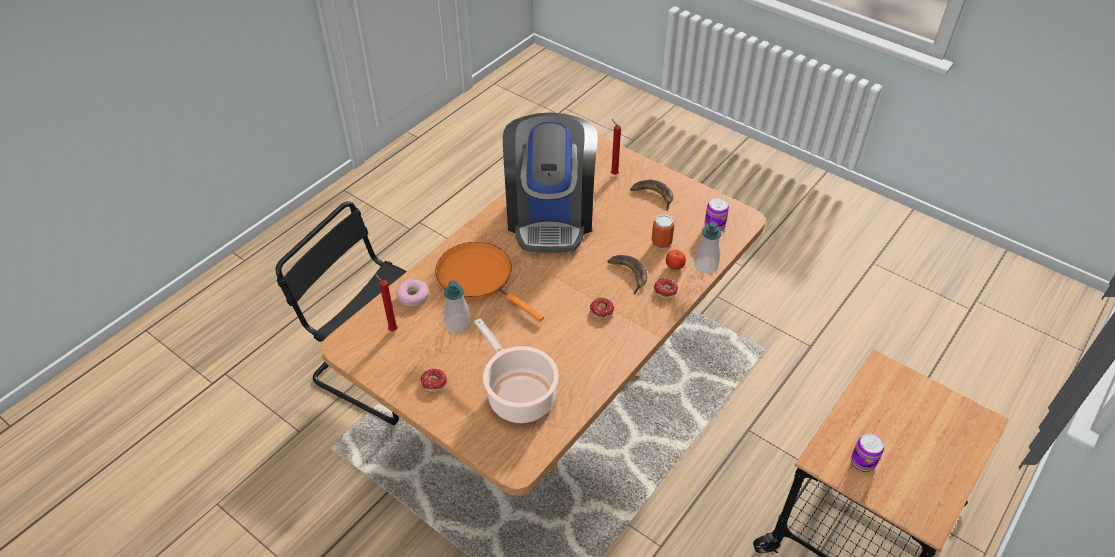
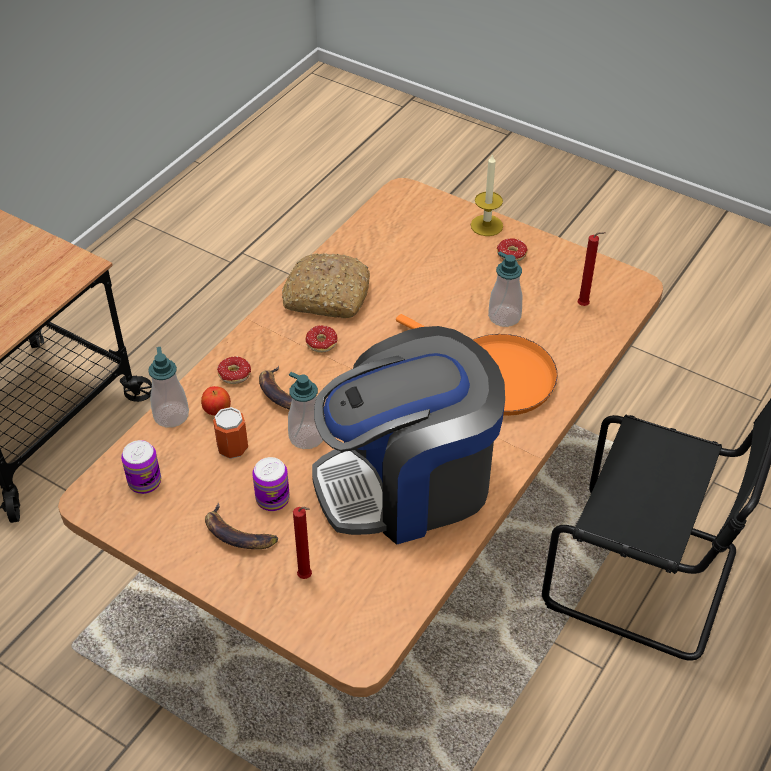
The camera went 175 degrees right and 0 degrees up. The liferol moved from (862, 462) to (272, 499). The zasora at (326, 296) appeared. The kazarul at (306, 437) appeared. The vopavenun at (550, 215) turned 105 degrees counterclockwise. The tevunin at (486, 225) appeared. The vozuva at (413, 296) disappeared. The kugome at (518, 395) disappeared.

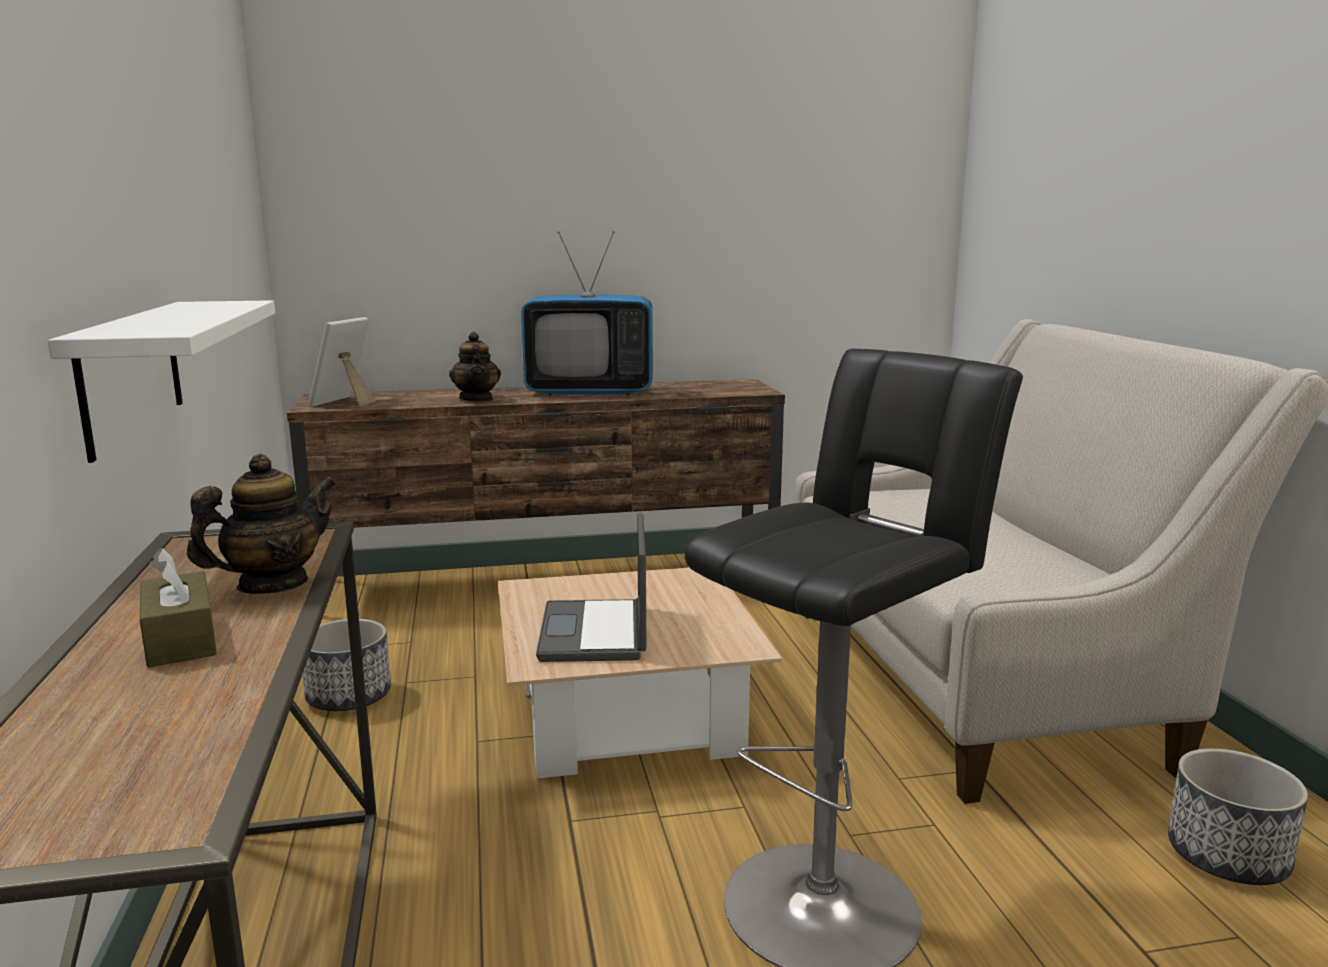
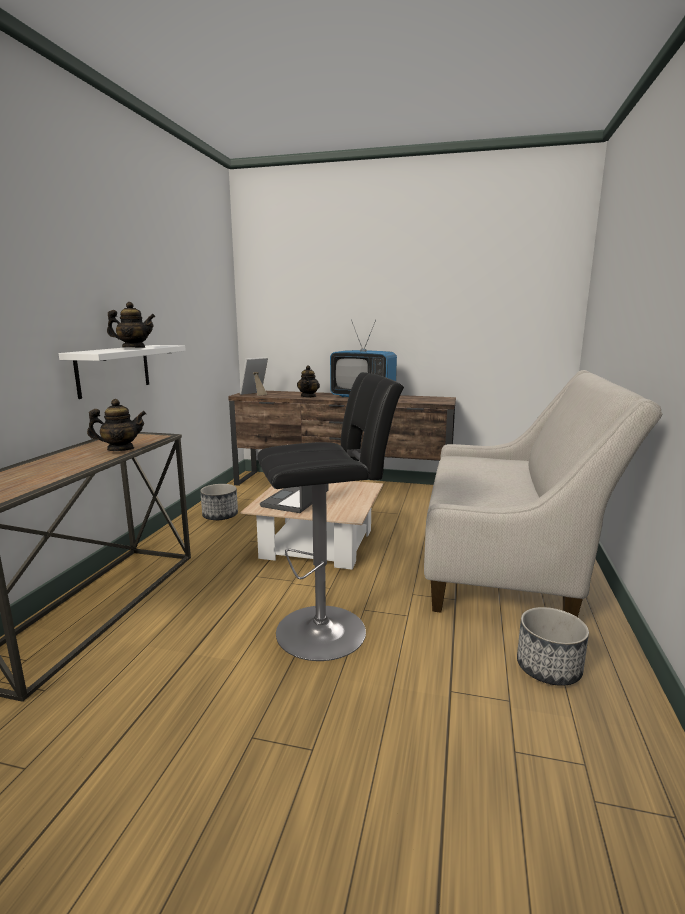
The camera went 25 degrees right and 0 degrees up. The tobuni at (134, 348) appeared. The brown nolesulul at (180, 639) disappeared.

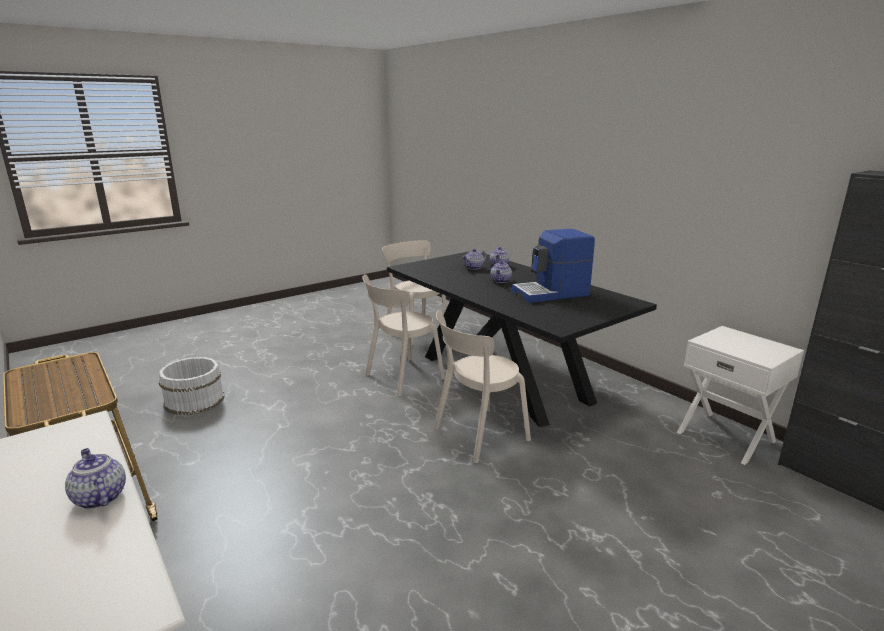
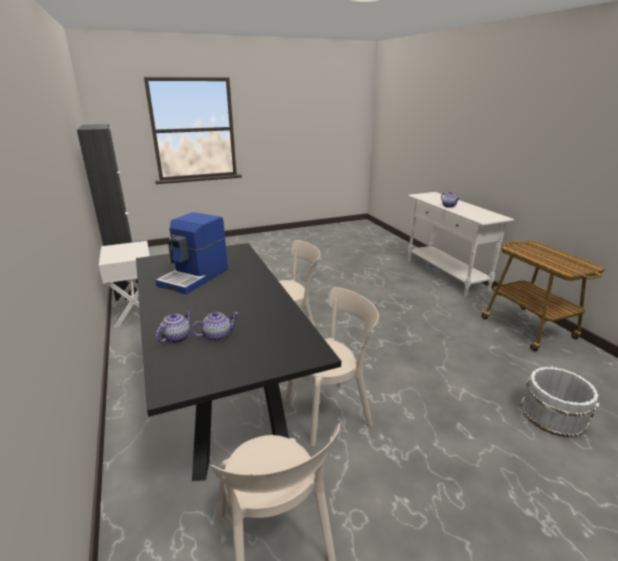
The camera went 165 degrees left and 5 degrees up. The vopavenun at (551, 293) turned 120 degrees clockwise. The tobuni at (501, 281) disappeared.

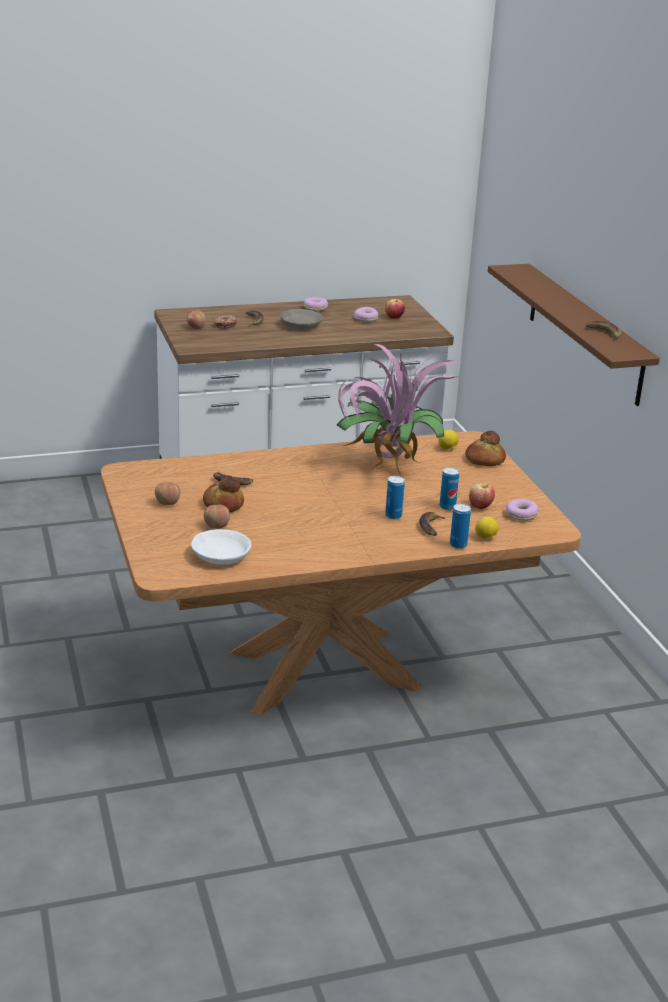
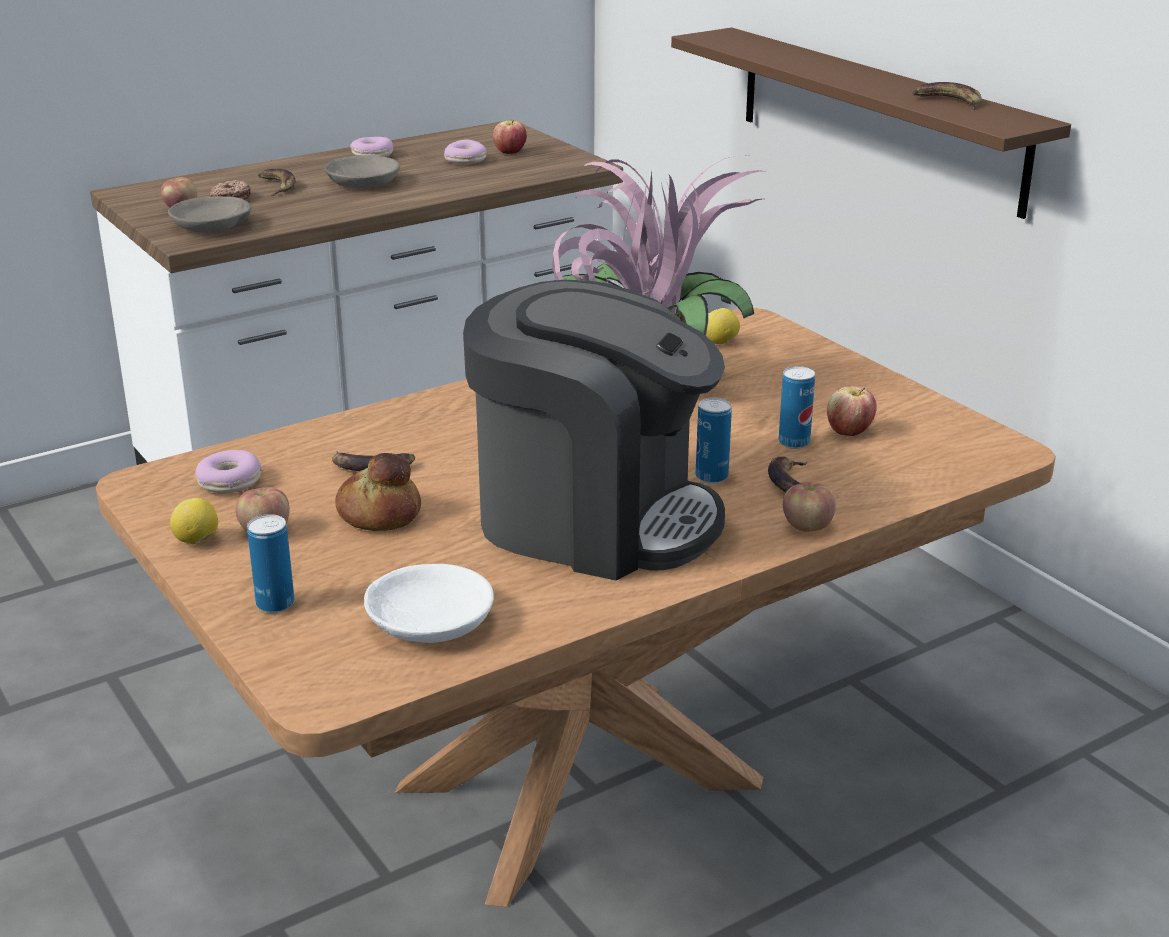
The camera went 15 degrees left and 0 degrees up. The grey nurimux at (213, 226) appeared. The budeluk moved from (485, 538) to (197, 541). The vozuva moved from (521, 515) to (229, 482). The liferol moved from (458, 545) to (275, 604). The vopavenun at (593, 518) appeared. The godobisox moved from (216, 526) to (807, 526). The zasora at (484, 460) disappeared.

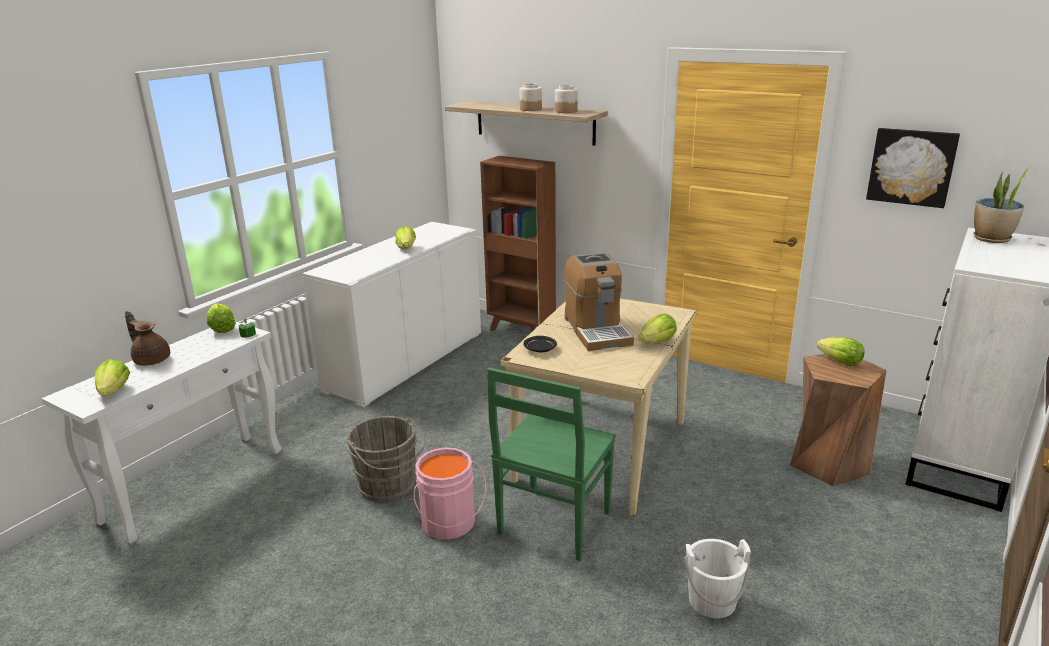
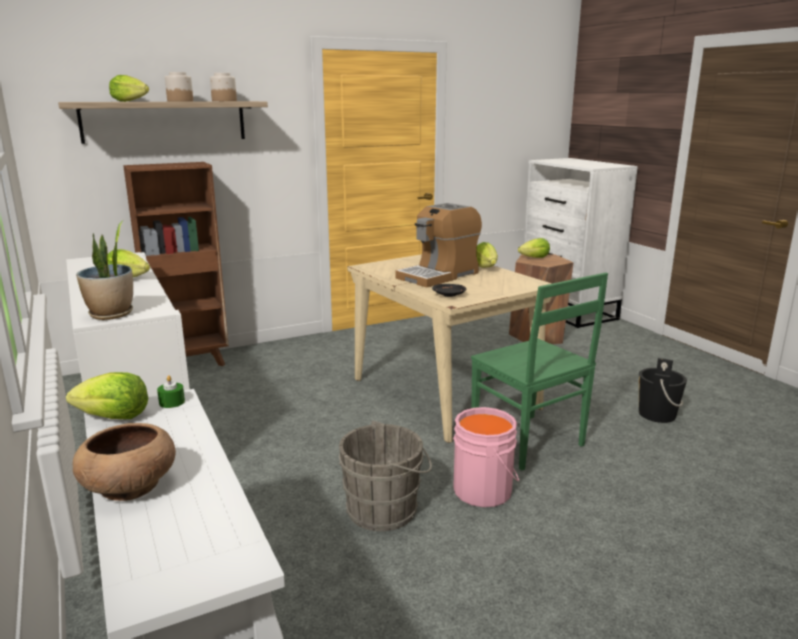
The camera went 60 degrees left and 5 degrees down. The brown tobuni at (151, 360) was replaced by the brown nurimux at (129, 486). The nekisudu moved from (991, 239) to (111, 314). The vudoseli moved from (114, 391) to (129, 101). The vopavenun at (597, 330) turned 120 degrees clockwise. The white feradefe at (712, 601) became the black feradefe at (657, 414). The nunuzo at (911, 167) disappeared.

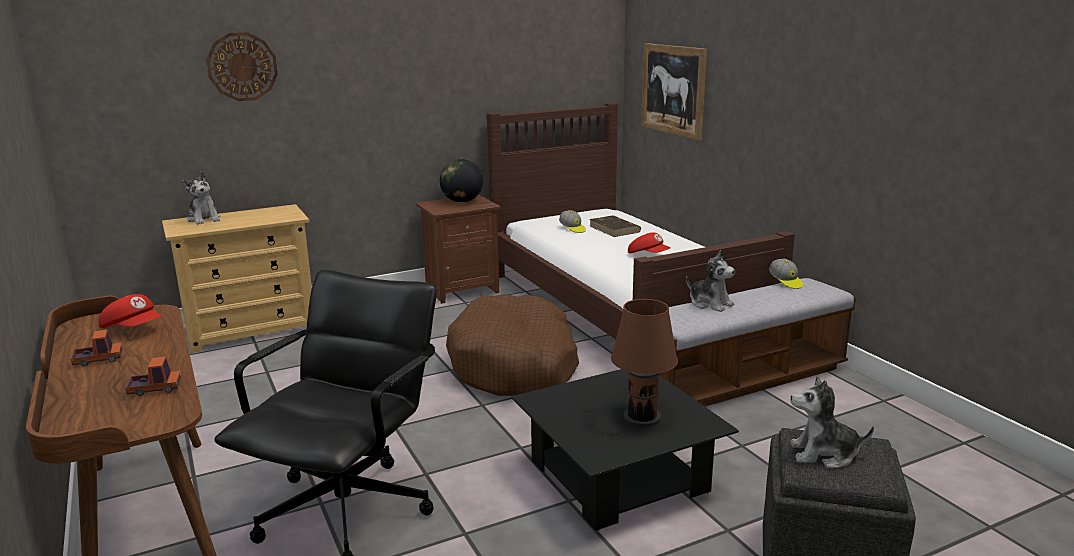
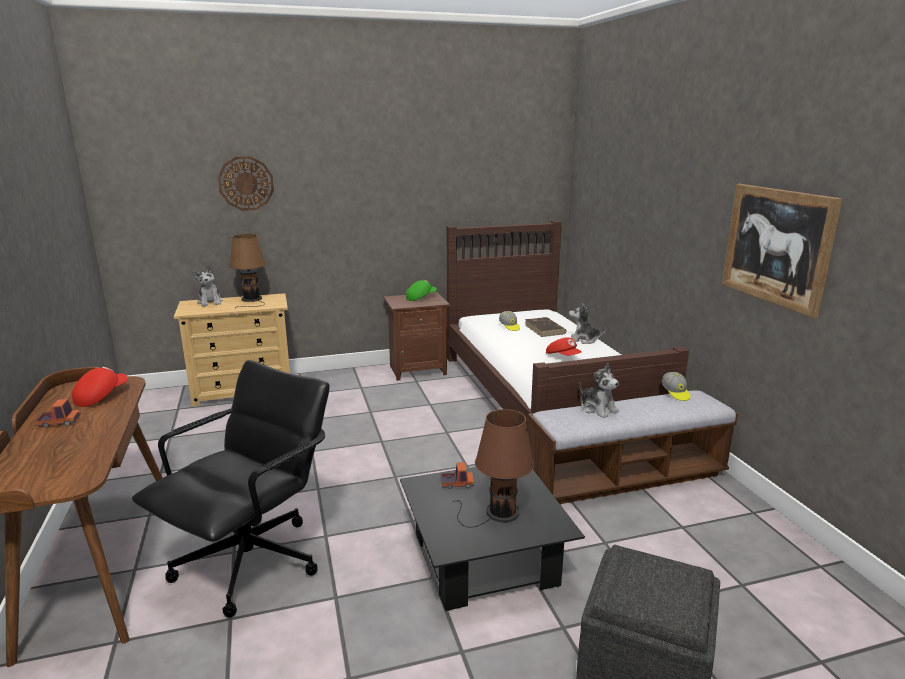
The camera went 10 degrees right and 0 degrees up. The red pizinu at (133, 329) turned 105 degrees counterclockwise. The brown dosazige at (251, 300) appeared. The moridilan at (462, 201) was replaced by the green pizinu at (420, 298). The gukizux moved from (155, 389) to (457, 484). The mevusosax moved from (824, 454) to (584, 340). The nunuzo moved from (673, 90) to (776, 246). The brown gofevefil at (514, 364) disappeared.

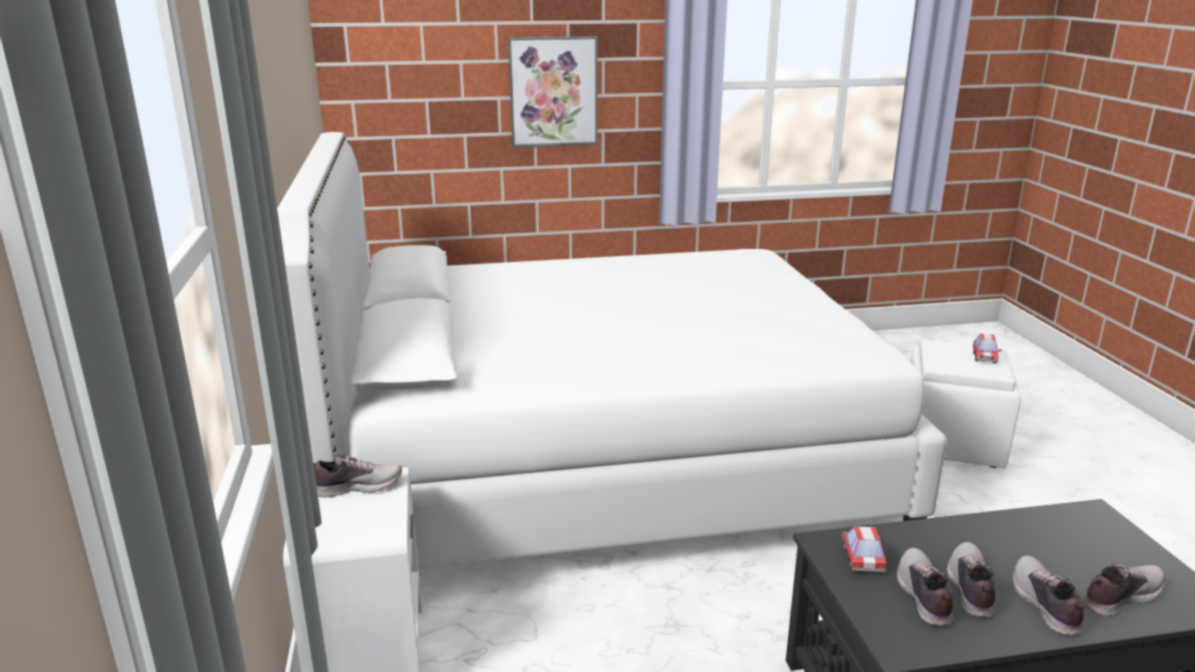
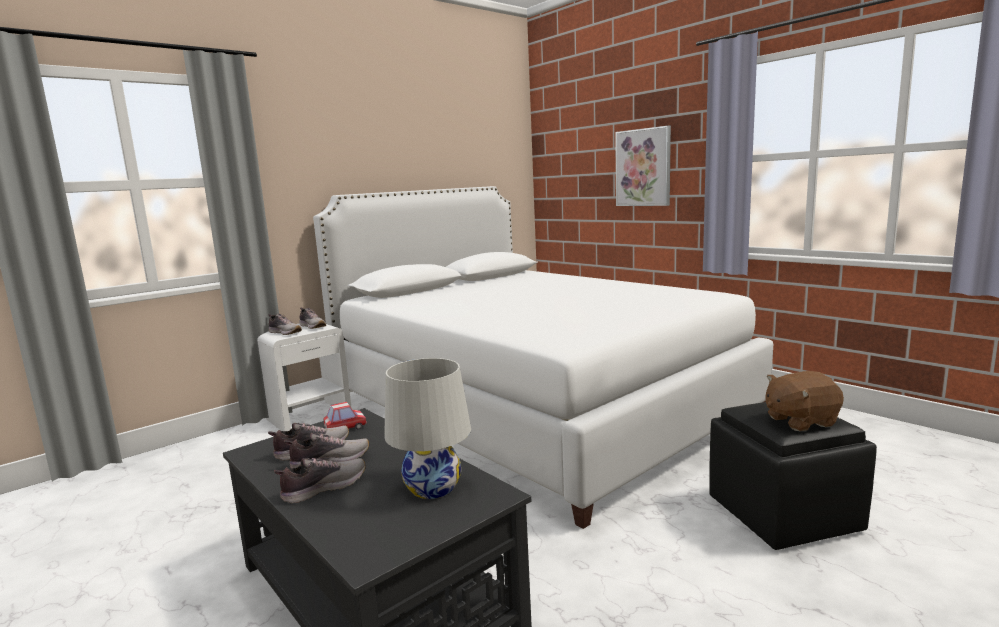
The camera went 60 degrees right and 10 degrees down. The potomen moved from (1119, 597) to (285, 332). The white dosazige at (433, 487) appeared. The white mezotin at (952, 442) became the black mezotin at (785, 515). The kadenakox at (984, 357) was replaced by the brown mevusosax at (800, 421).

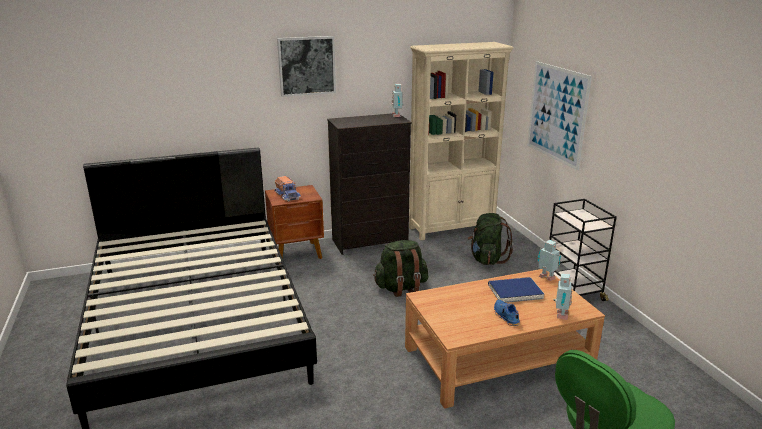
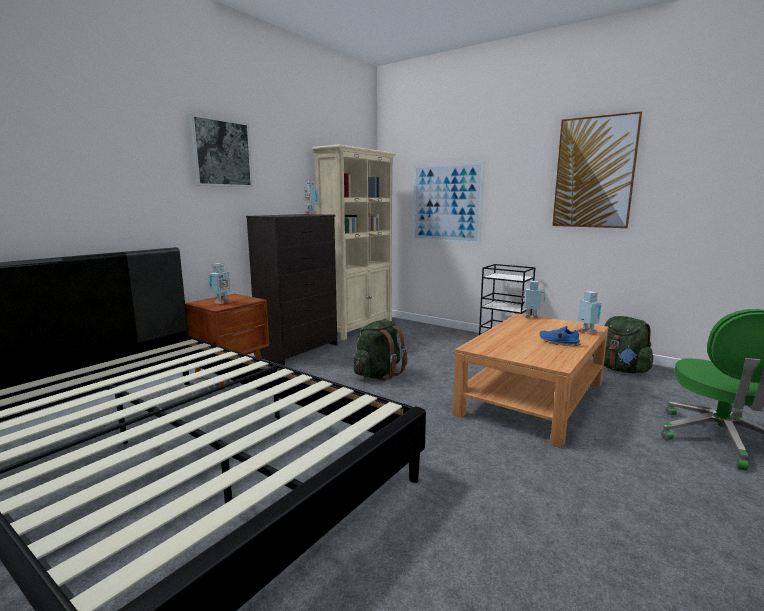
The camera went 35 degrees left and 10 degrees down. The gukizux at (288, 195) was replaced by the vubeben at (221, 302). The nunuzo at (594, 173) appeared. The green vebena moved from (486, 259) to (621, 369). The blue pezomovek at (515, 292) disappeared.

